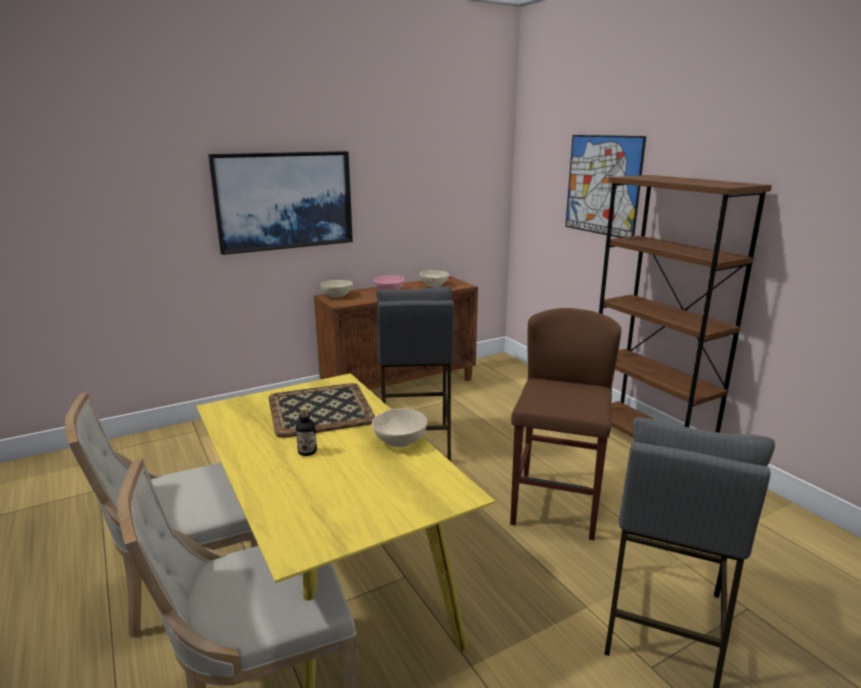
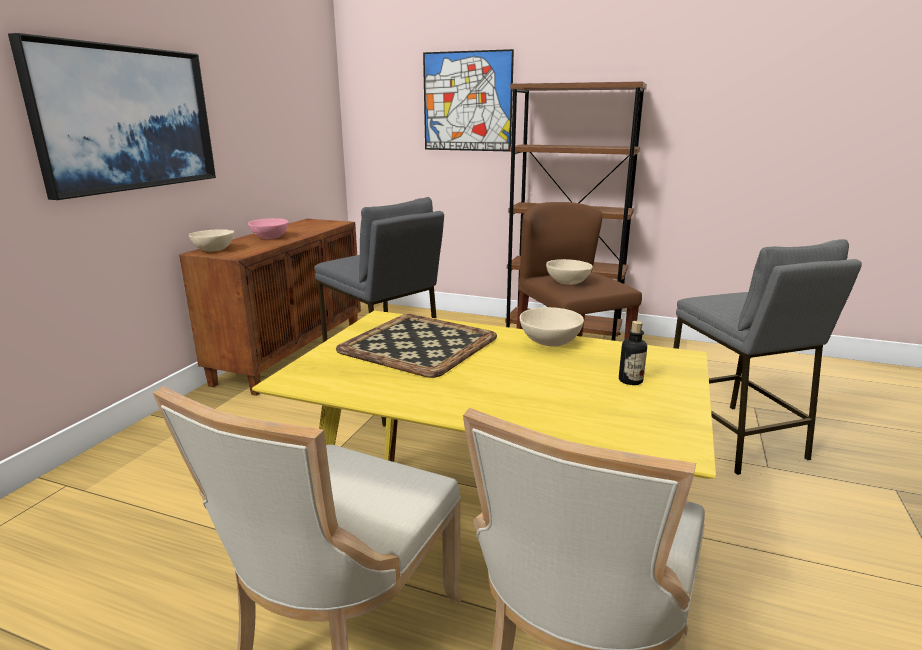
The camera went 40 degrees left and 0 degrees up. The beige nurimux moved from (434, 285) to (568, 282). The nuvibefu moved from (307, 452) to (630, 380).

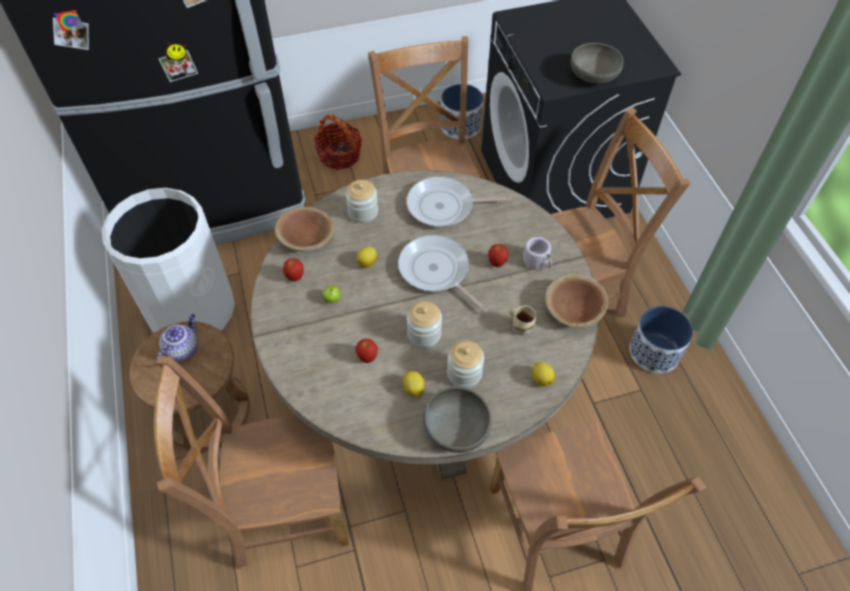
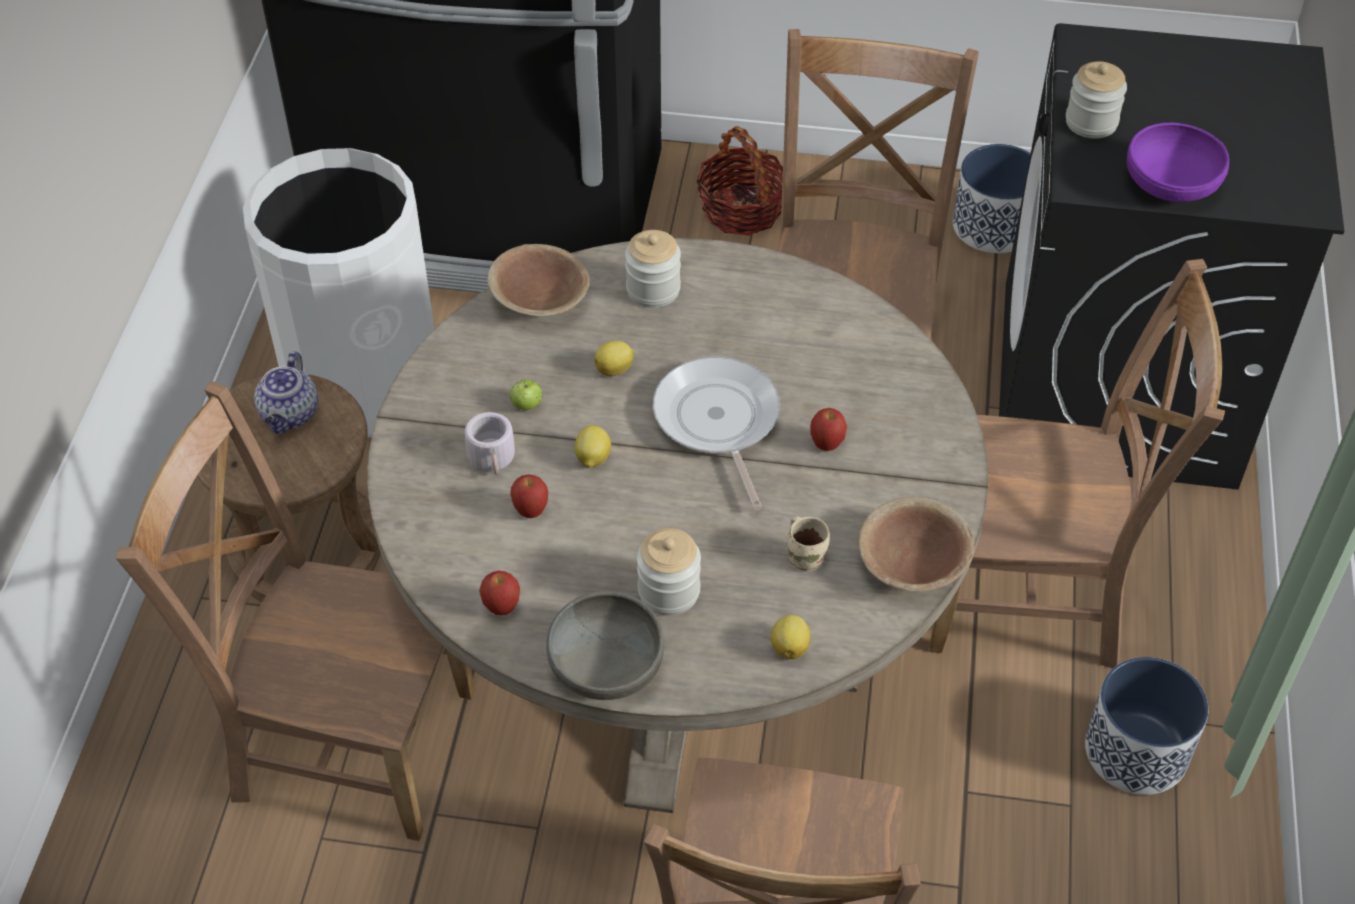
The camera went 25 degrees right and 5 degrees down. The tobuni at (182, 349) turned 135 degrees clockwise. The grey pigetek moved from (538, 261) to (495, 460). The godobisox moved from (295, 277) to (501, 607). The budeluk moved from (413, 389) to (592, 458). The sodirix moved from (424, 334) to (1091, 122). The grey nurimux at (593, 76) became the purple nurimux at (1170, 185). The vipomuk at (444, 206) disappeared.

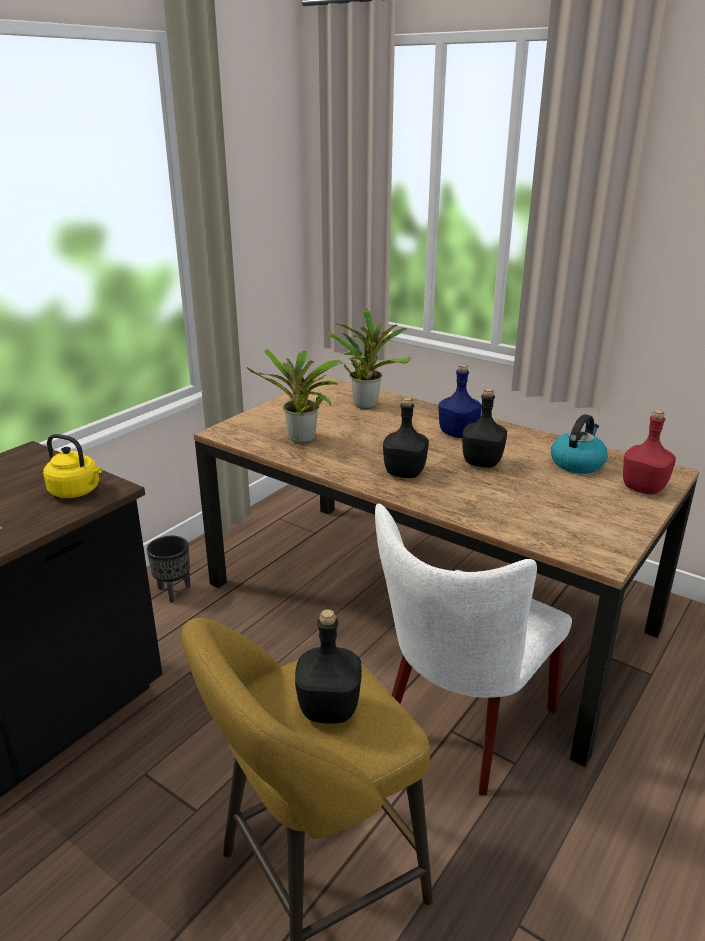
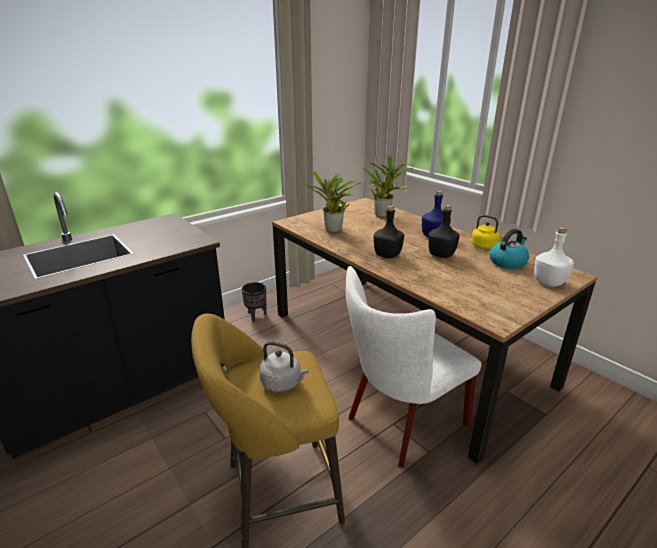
The camera went 15 degrees right and 0 degrees up. The black nuvibefu at (330, 709) was replaced by the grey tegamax at (283, 383). The yellow tegamax moved from (77, 491) to (485, 246). The red nuvibefu at (643, 487) became the white nuvibefu at (549, 282).

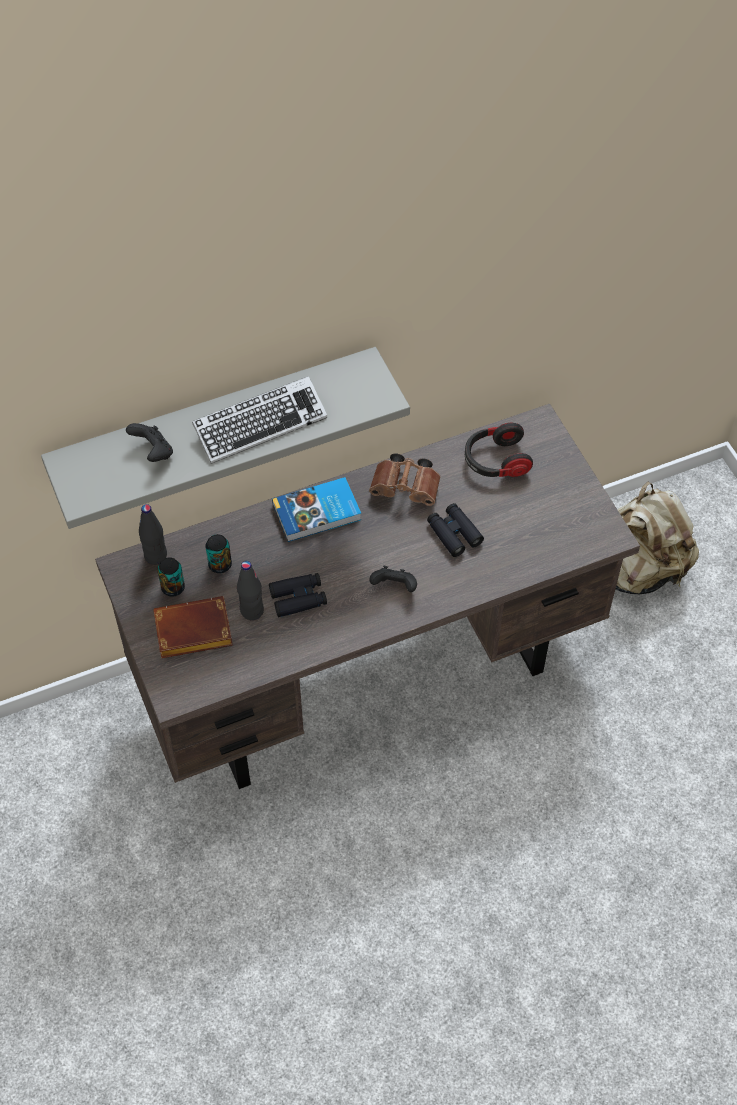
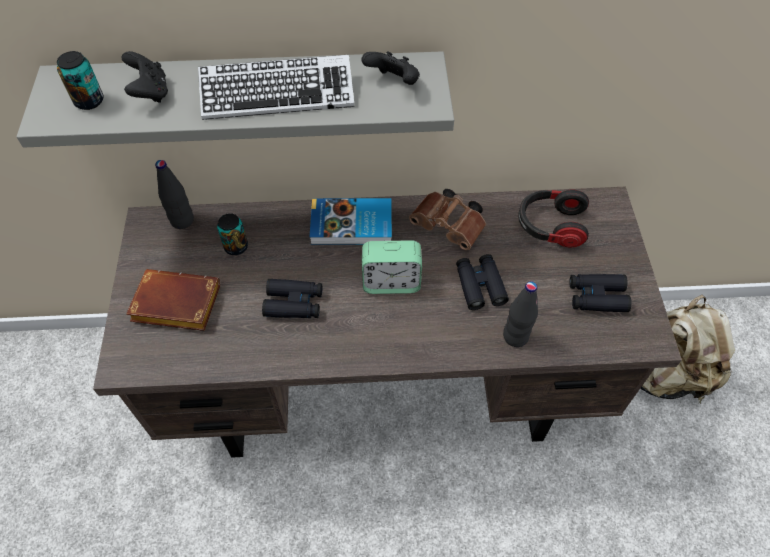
The camera went 20 degrees right and 0 degrees up. The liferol moved from (173, 587) to (89, 101). The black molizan moved from (394, 587) to (393, 82). The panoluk at (391, 282) appeared. The black nuvibefu moved from (252, 611) to (515, 336). The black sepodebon at (597, 297) appeared.

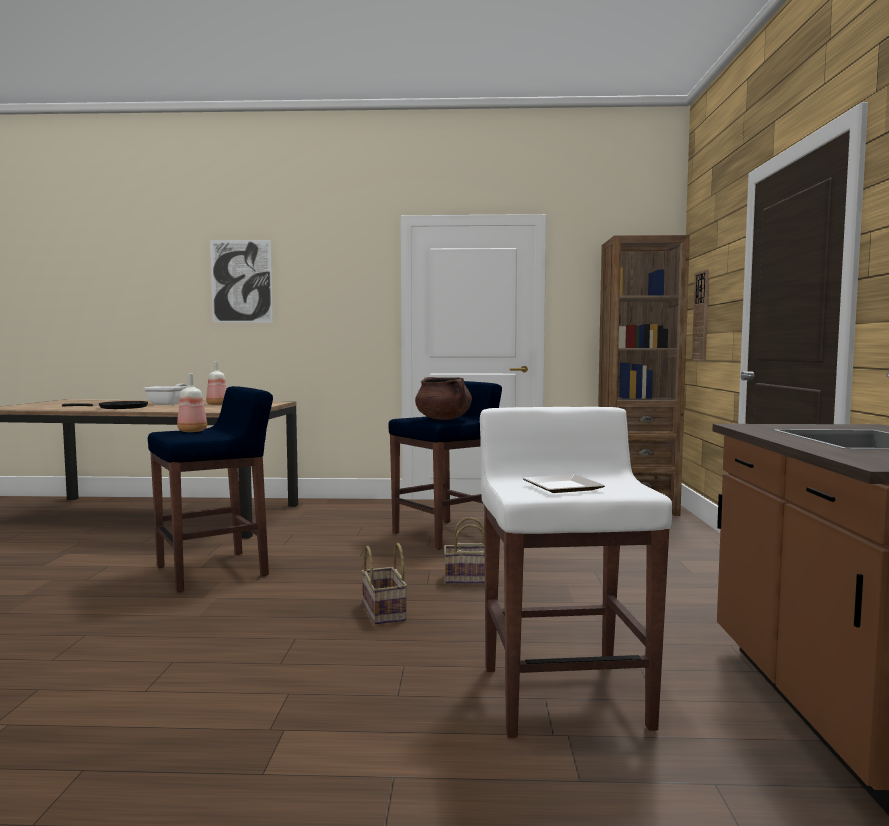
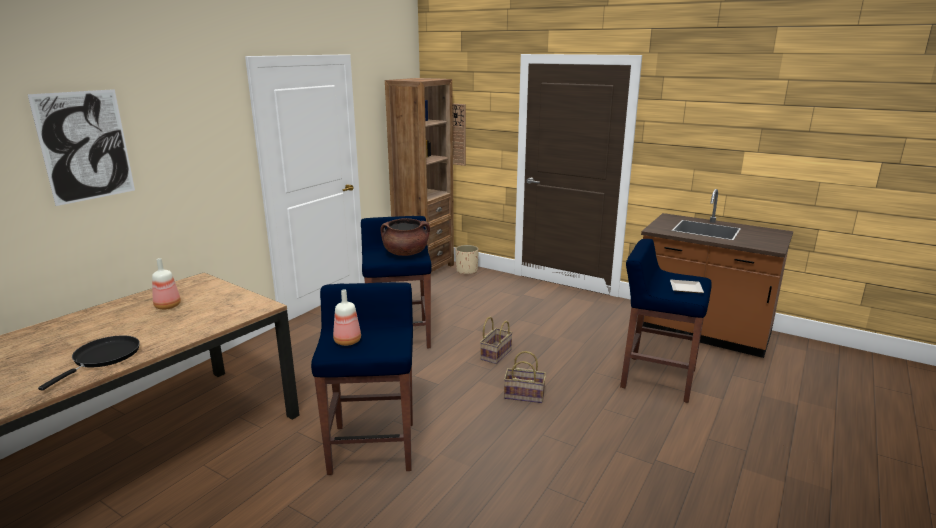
The camera went 60 degrees left and 15 degrees up. The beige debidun at (466, 271) appeared. The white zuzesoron at (563, 695) became the blue zuzesoron at (656, 378). The vipomuk at (168, 404) disappeared.

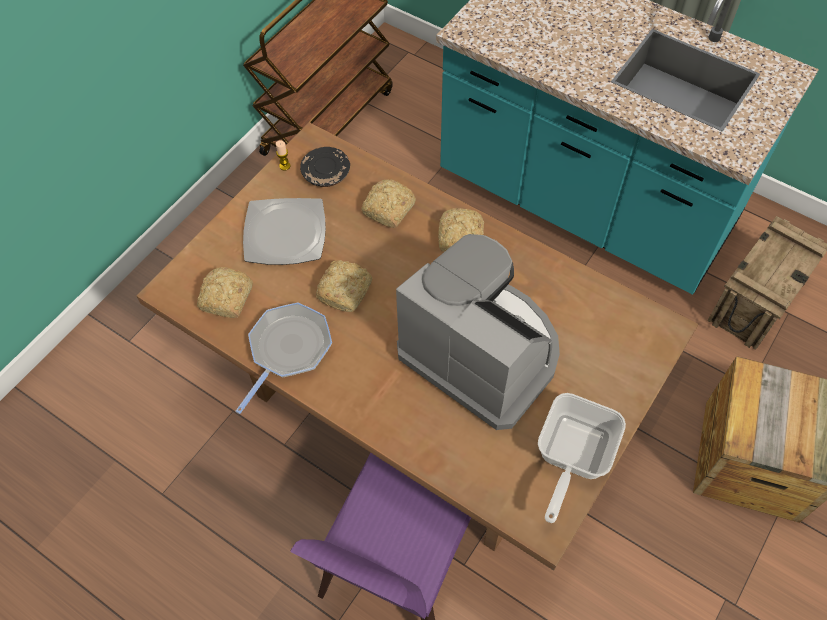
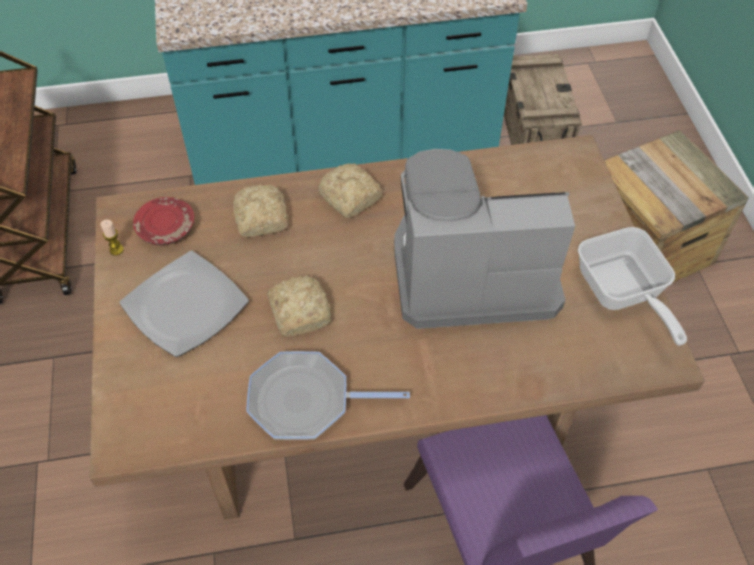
The camera went 45 degrees left and 5 degrees down. The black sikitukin at (326, 173) became the red sikitukin at (166, 228). The vipomuk at (288, 349) turned 75 degrees counterclockwise. The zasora at (225, 299) disappeared.

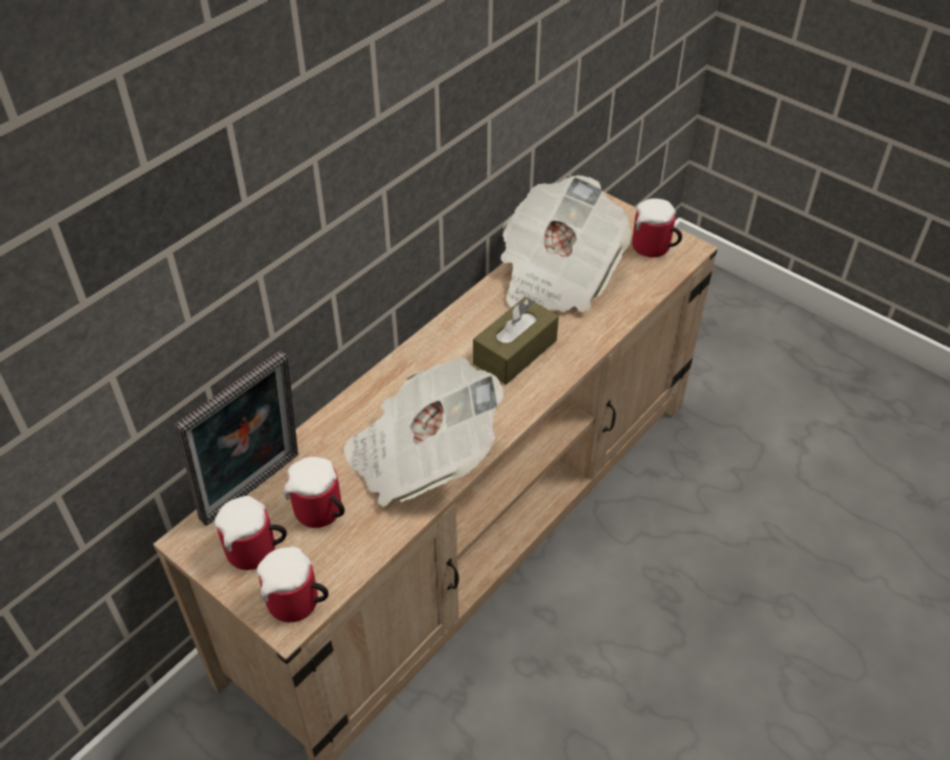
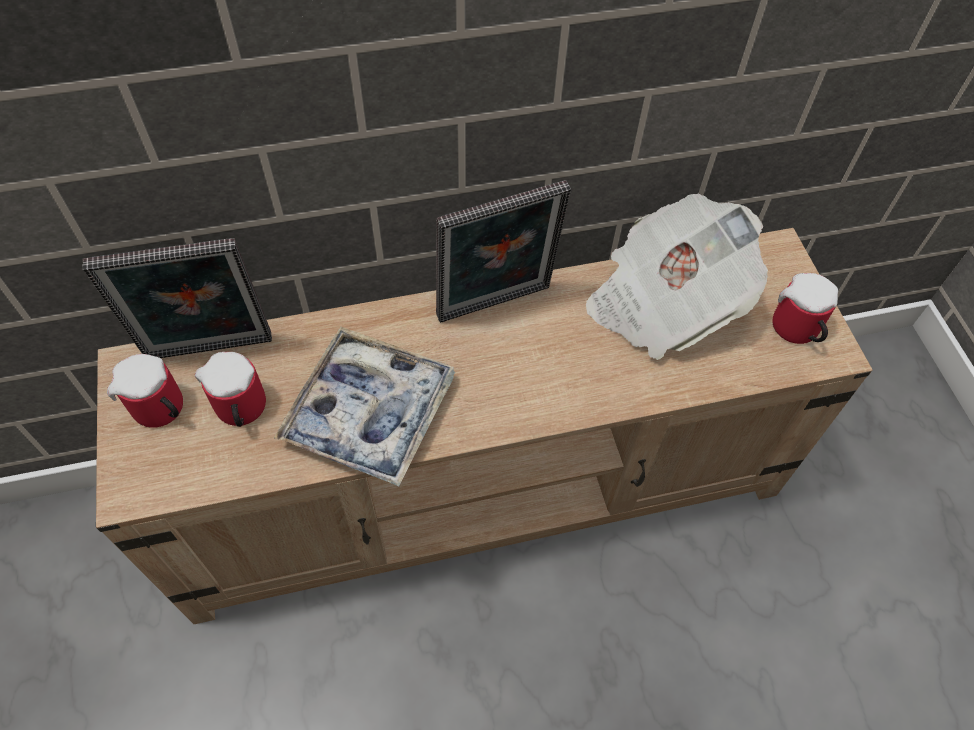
The camera went 35 degrees right and 10 degrees up. The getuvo at (422, 457) was replaced by the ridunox at (369, 412). The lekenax at (496, 307) appeared. The pigetek at (299, 605) disappeared. The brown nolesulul at (515, 352) disappeared.

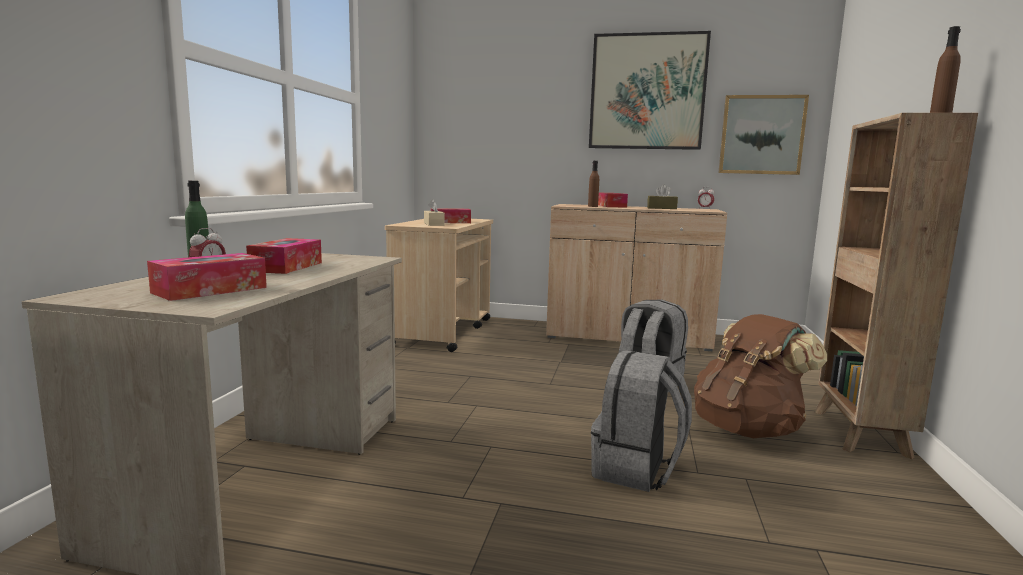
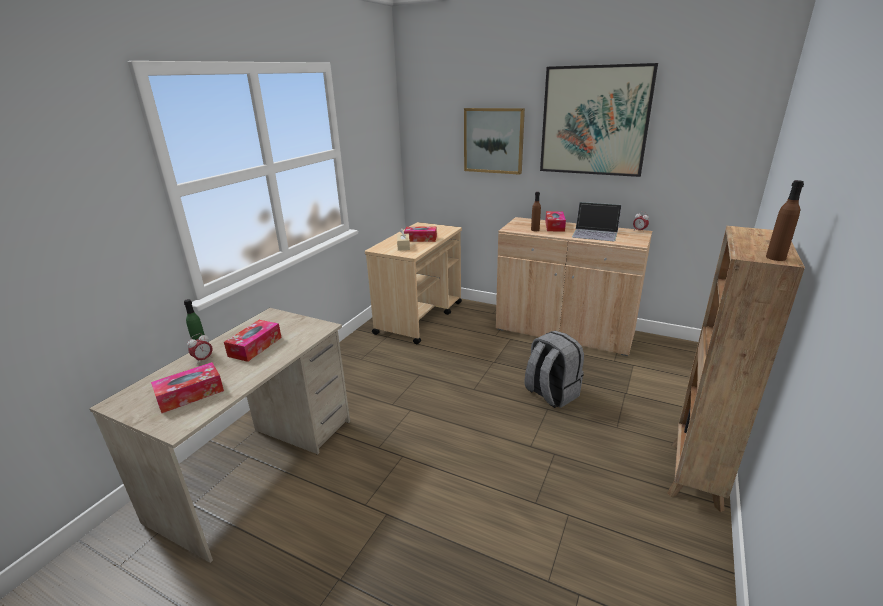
The camera went 15 degrees right and 15 degrees up. The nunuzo moved from (761, 135) to (493, 140). The brown nolesulul at (661, 208) was replaced by the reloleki at (595, 233). The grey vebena at (637, 470) disappeared. The brown vebena at (747, 429) disappeared.

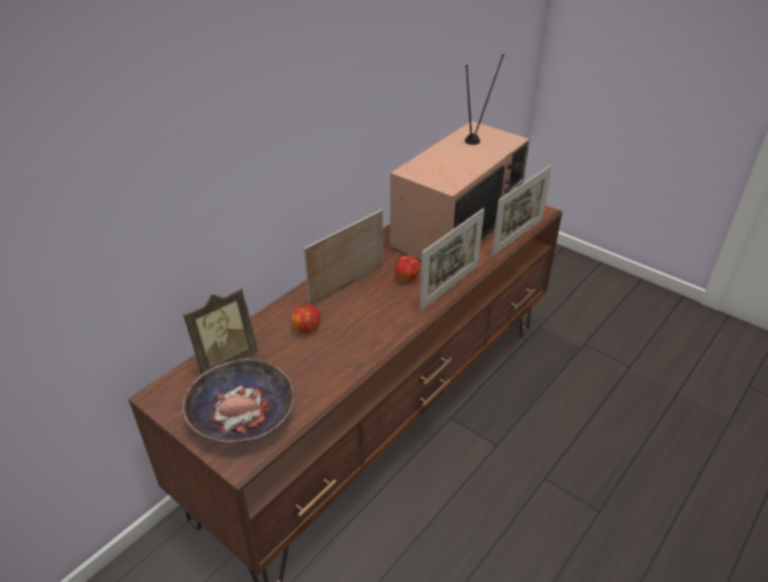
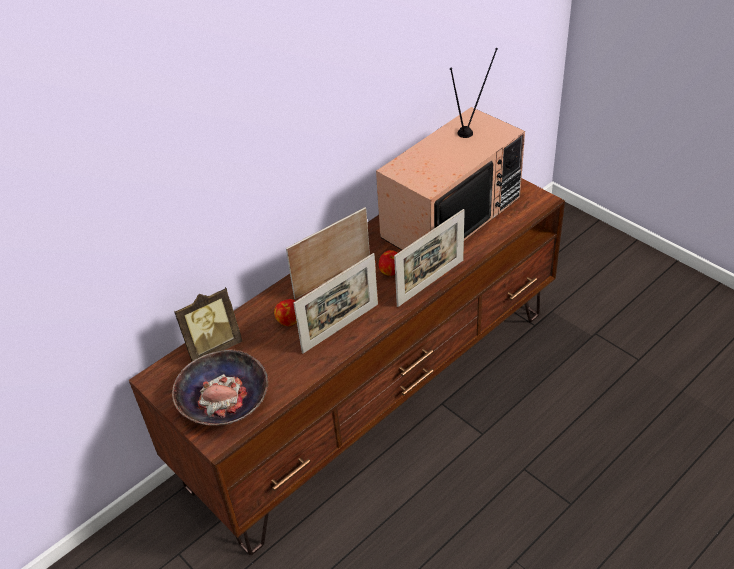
The camera went 10 degrees right and 5 degrees up. The lekenax moved from (517, 237) to (340, 328).

